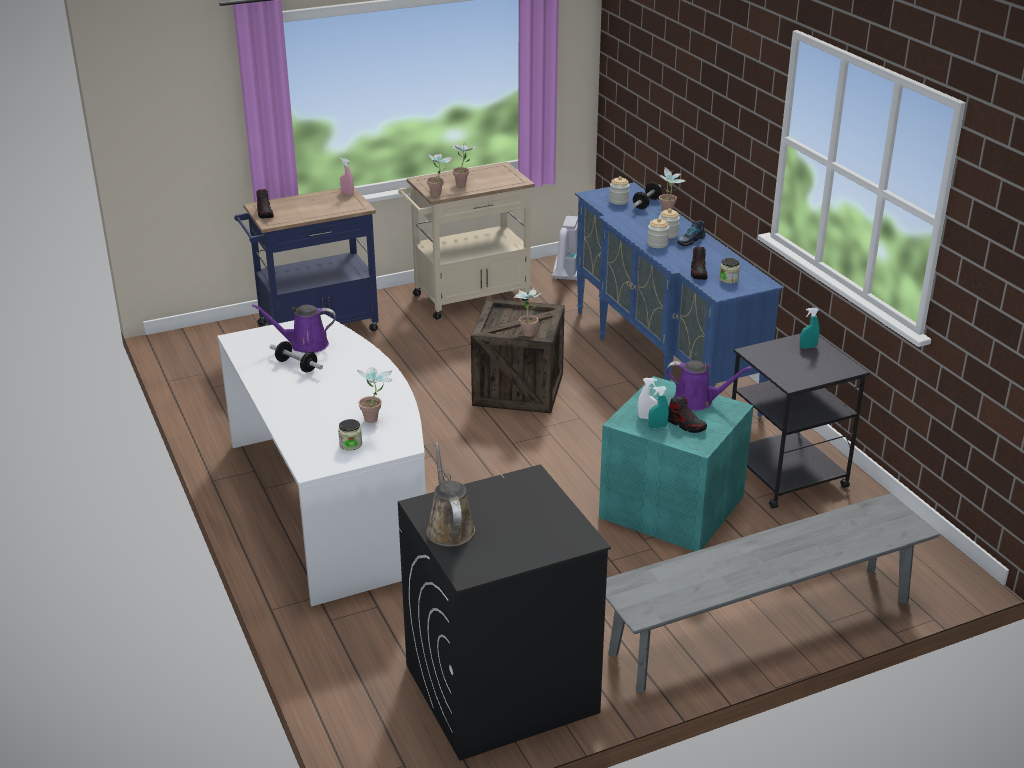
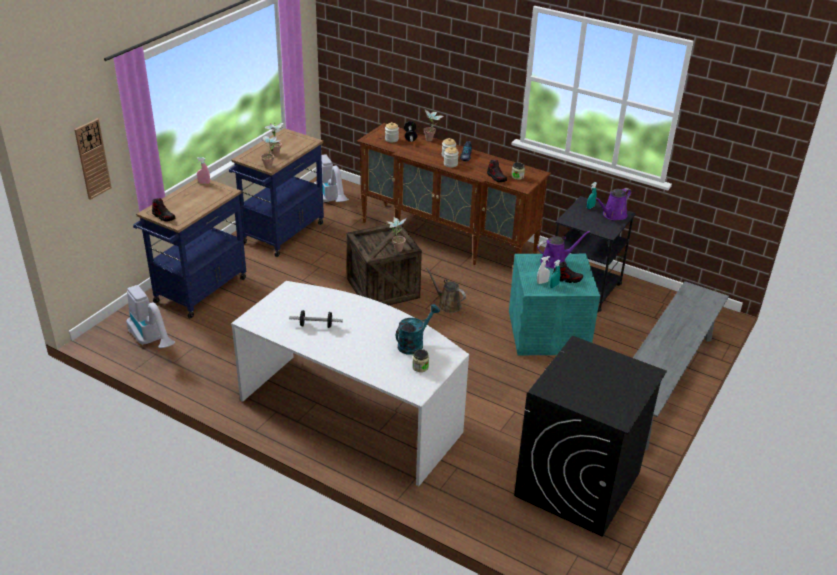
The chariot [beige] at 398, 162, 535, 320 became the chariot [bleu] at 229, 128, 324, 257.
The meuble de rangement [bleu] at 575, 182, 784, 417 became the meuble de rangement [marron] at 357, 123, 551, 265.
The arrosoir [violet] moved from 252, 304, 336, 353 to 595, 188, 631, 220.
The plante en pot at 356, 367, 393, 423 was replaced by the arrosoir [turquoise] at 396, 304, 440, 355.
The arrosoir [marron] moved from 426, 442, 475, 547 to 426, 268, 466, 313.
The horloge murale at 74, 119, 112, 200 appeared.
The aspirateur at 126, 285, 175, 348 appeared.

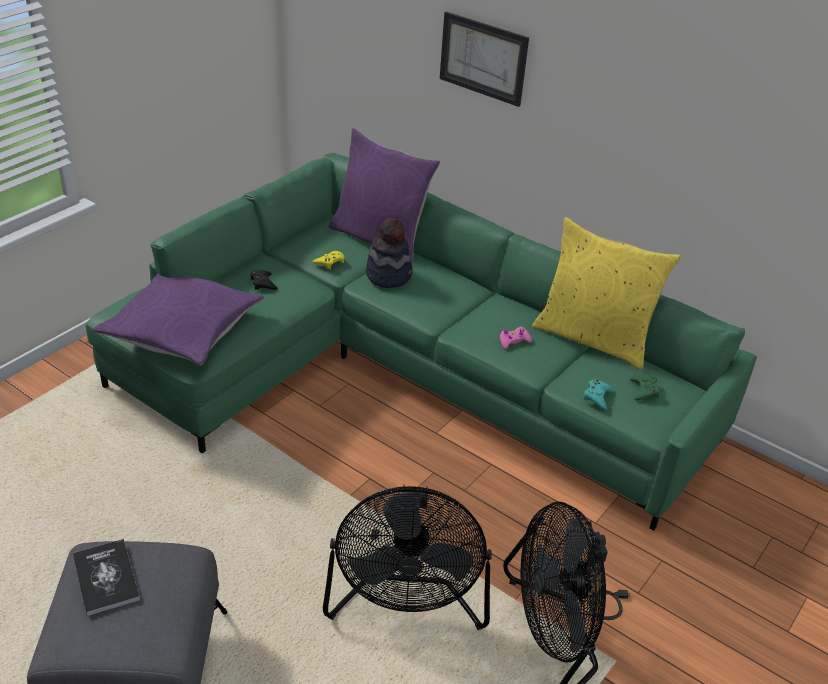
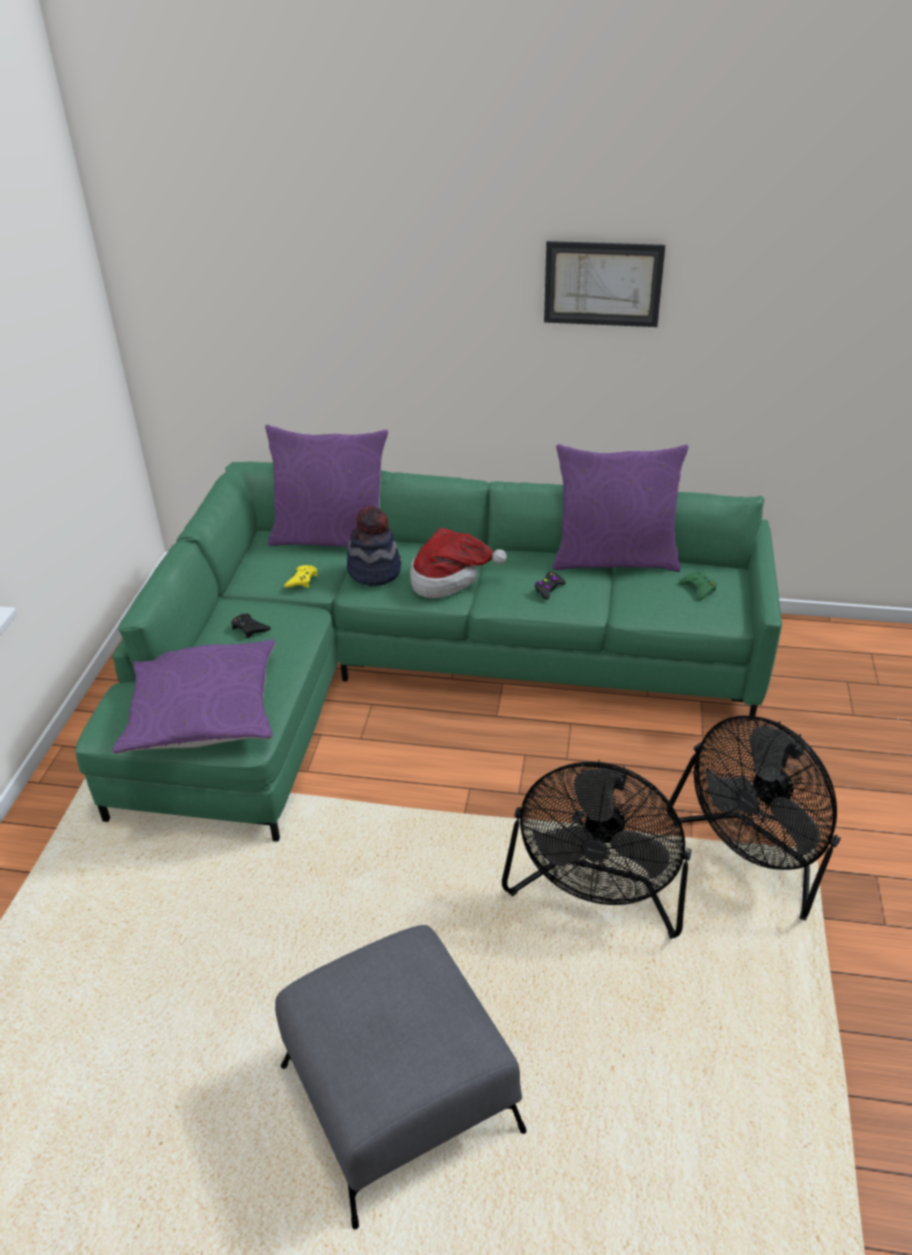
The tableau moved from 440, 12, 529, 107 to 544, 241, 665, 327.
The coussin [jaune] at 532, 217, 681, 370 became the coussin [violet] at 553, 444, 688, 572.
The manette [rose] at 500, 327, 532, 349 became the manette [noir] at 534, 572, 566, 600.
The manette [turquoise] at 583, 380, 614, 410 disappeared.
The ventilateur [noir] at 323, 485, 492, 630 turned 45 degrees clockwise.
The livre at 73, 539, 140, 616 disappeared.
The chapeau at 410, 528, 507, 599 appeared.

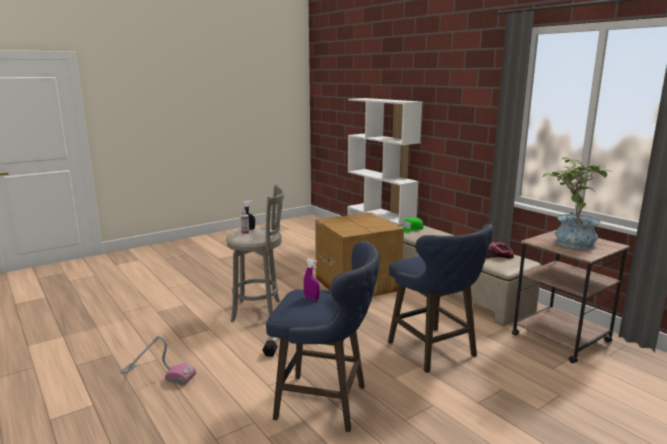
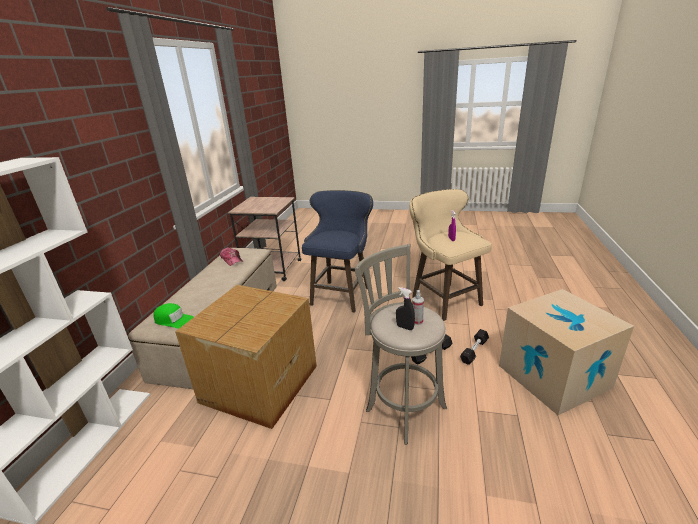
The plante en pot at 543, 157, 612, 249 disappeared.
The tabouret [bleu] at 266, 241, 380, 432 became the tabouret [beige] at 409, 189, 492, 321.
The aspirateur at 120, 336, 196, 386 was replaced by the carton at 499, 289, 634, 415.
The haltère [noir] at 460, 329, 489, 365 appeared.

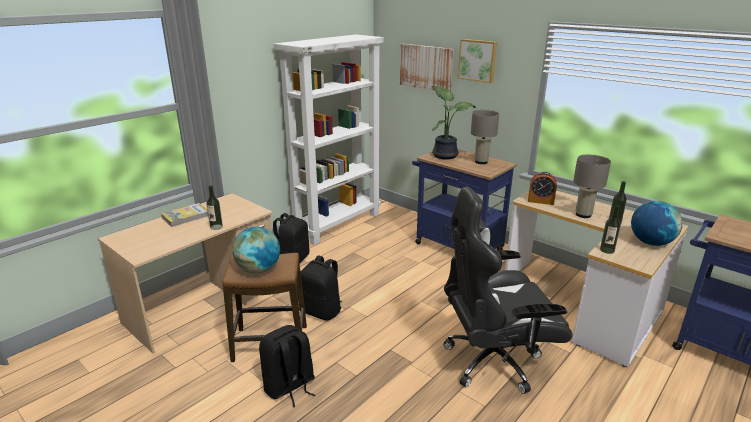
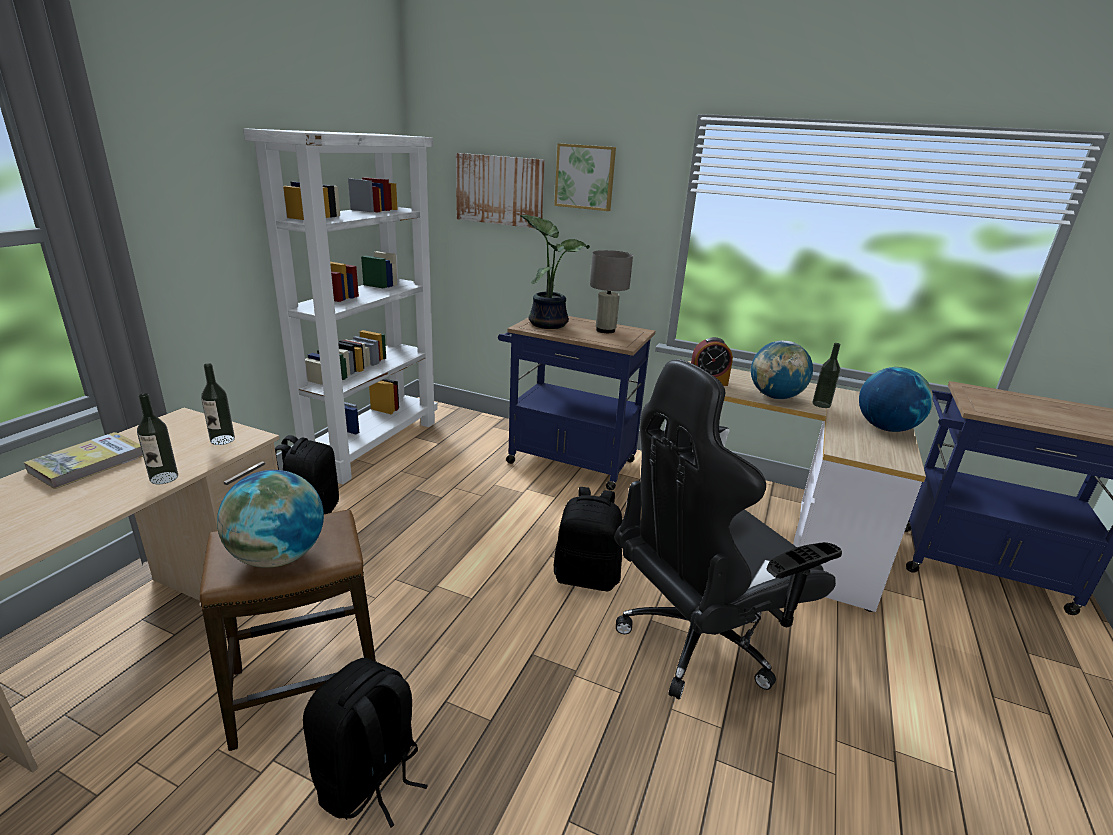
The lampe de table [gris] at 573, 154, 611, 218 was replaced by the globe at 751, 340, 813, 399.
The bouteille moved from 600, 205, 620, 254 to 201, 363, 235, 445.
The sac à dos [noir] moved from 301, 256, 342, 321 to 554, 487, 623, 591.

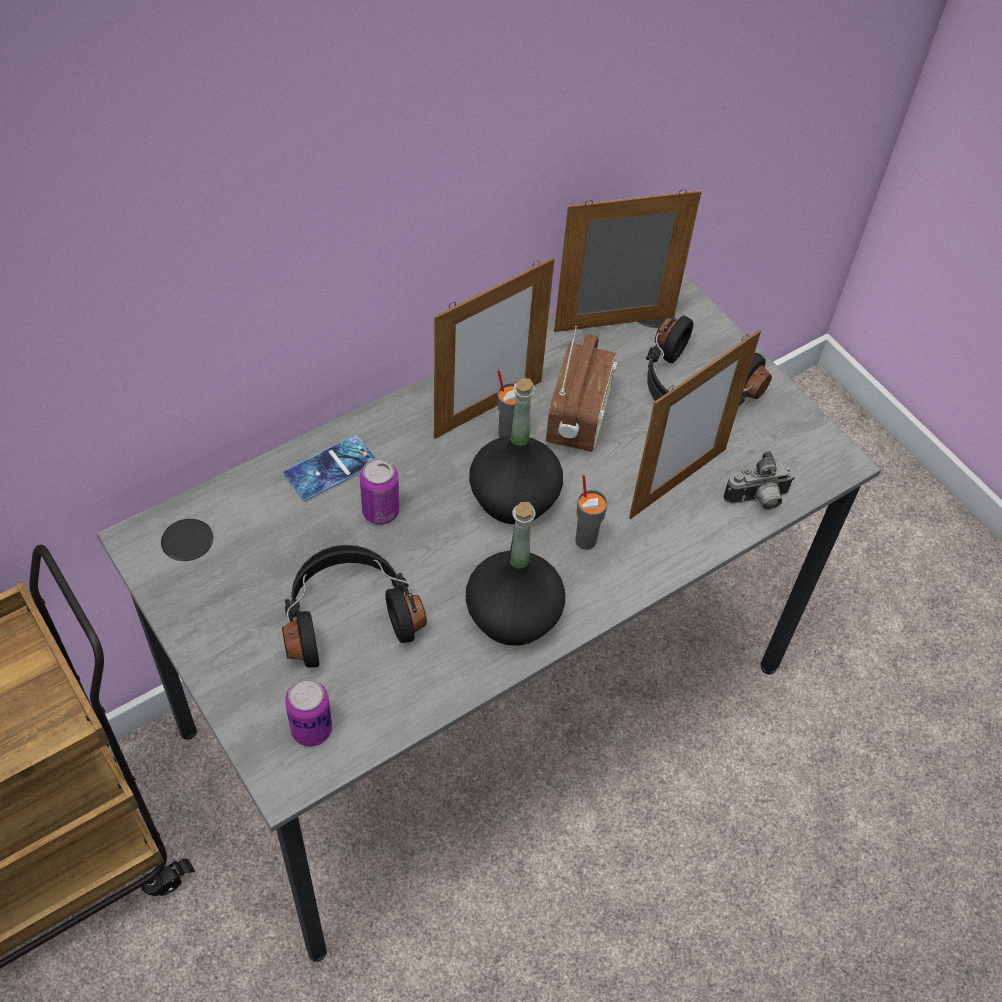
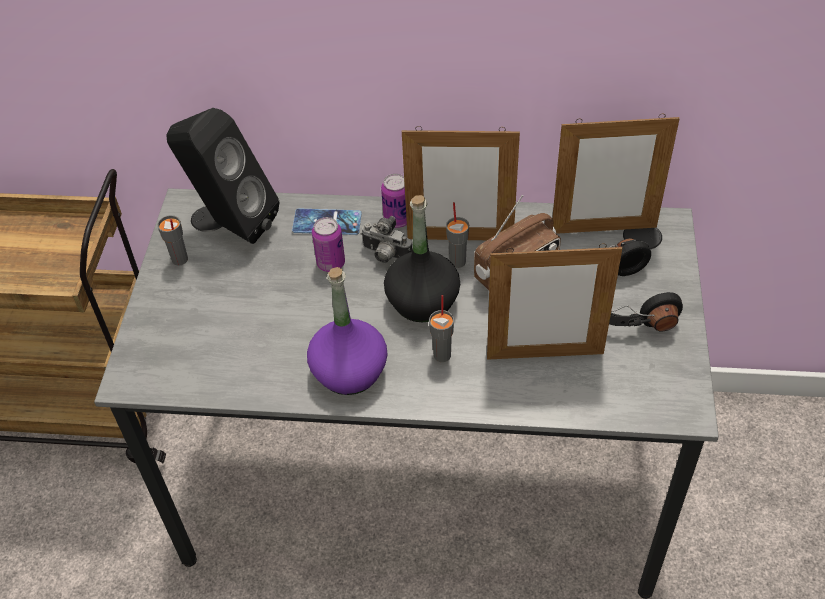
The cadre photo at 554, 189, 701, 332 turned 150 degrees clockwise.
The appareil photo moved from 723, 451, 795, 510 to 360, 216, 412, 263.
The bouteille [noir] at 466, 502, 565, 646 became the bouteille [violet] at 307, 267, 388, 395.
The casque audio [noir] at 282, 545, 427, 668 disappeared.
The boîte métallique moved from 285, 678, 332, 747 to 381, 174, 407, 228.
The enceinte [noir] at 166, 108, 279, 244 appeared.
The tasse [gris] at 157, 215, 188, 266 appeared.

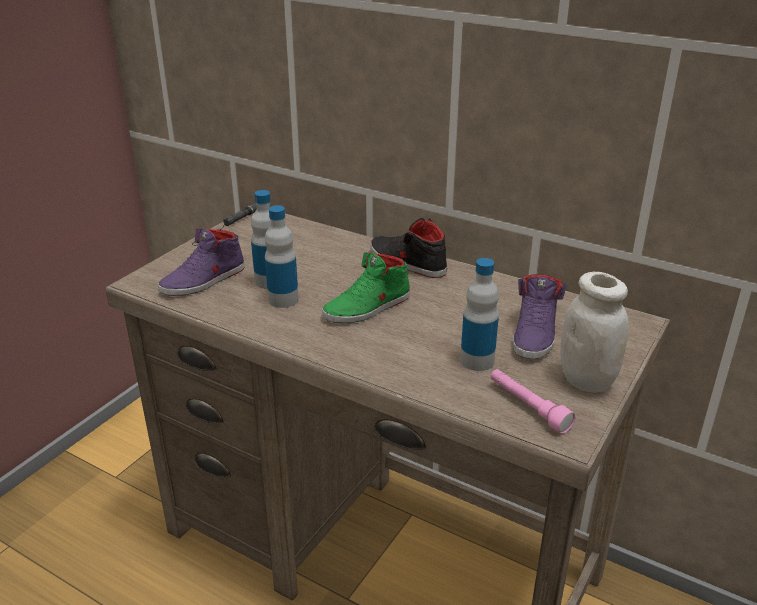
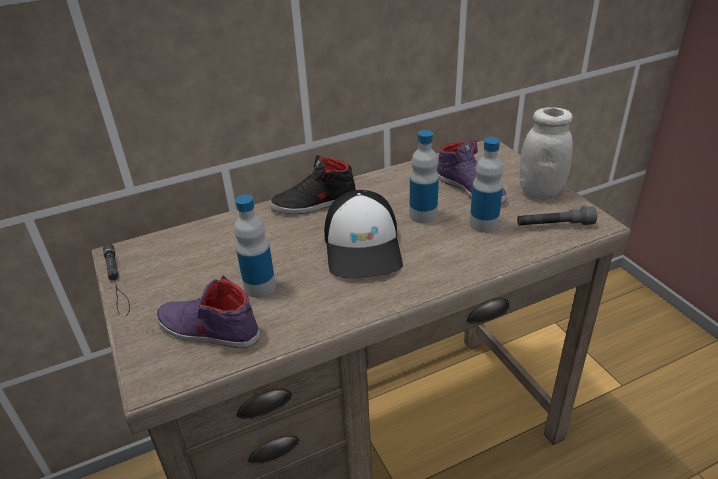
The bouteille moved from 265, 205, 299, 308 to 409, 130, 439, 224.
The chaussure [violet] at 158, 228, 245, 296 turned 120 degrees clockwise.
The chaussure [vert] at 322, 252, 410, 323 was replaced by the casquette at 324, 190, 403, 278.
The lampe de poche [rose] at 491, 369, 575, 433 became the lampe de poche [gris] at 517, 206, 597, 225.

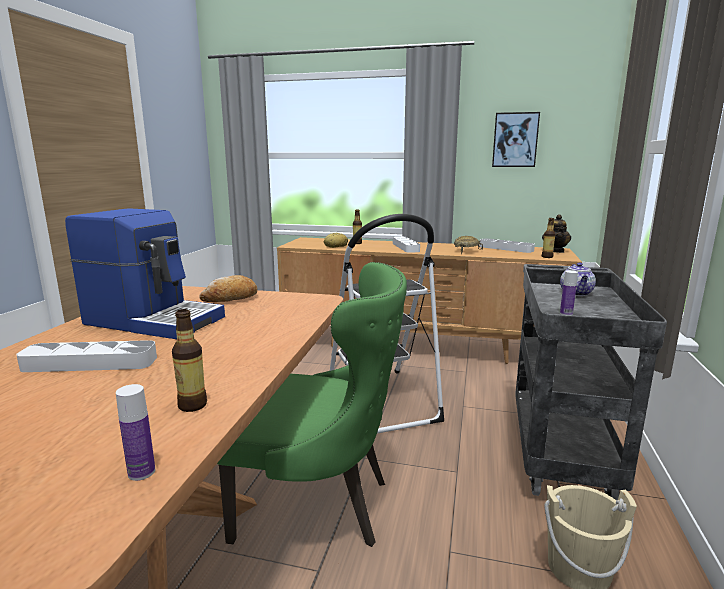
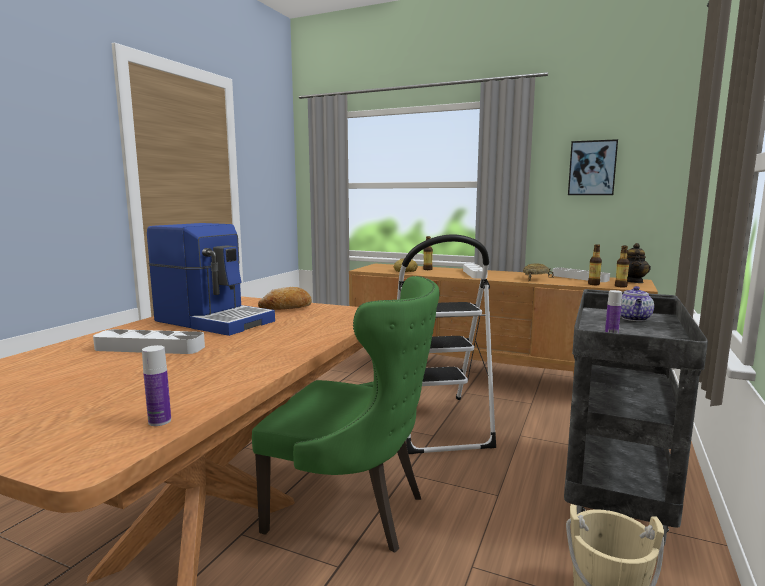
The bouteille moved from 172, 309, 207, 412 to 588, 244, 602, 285.

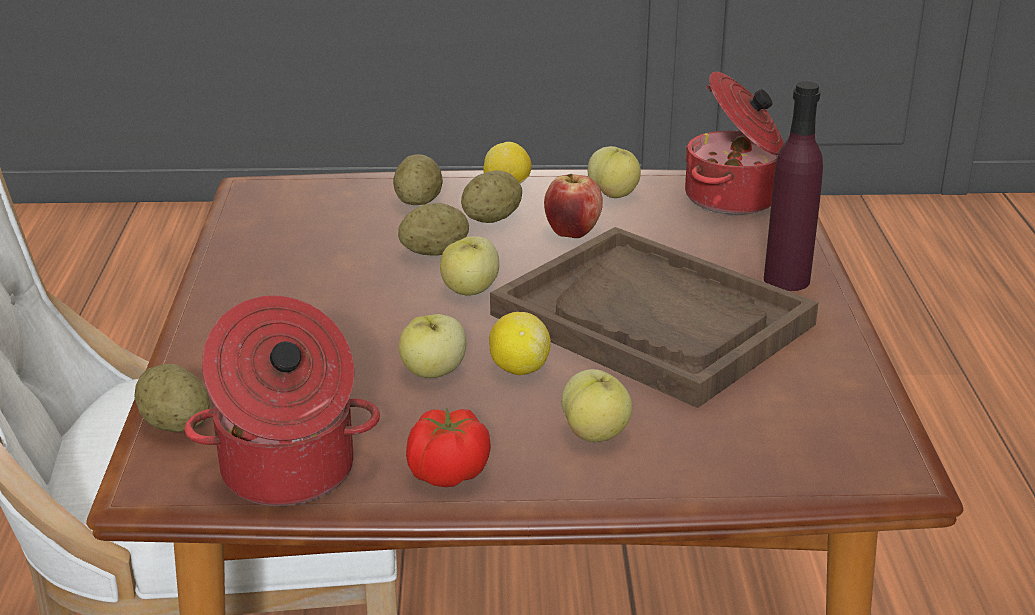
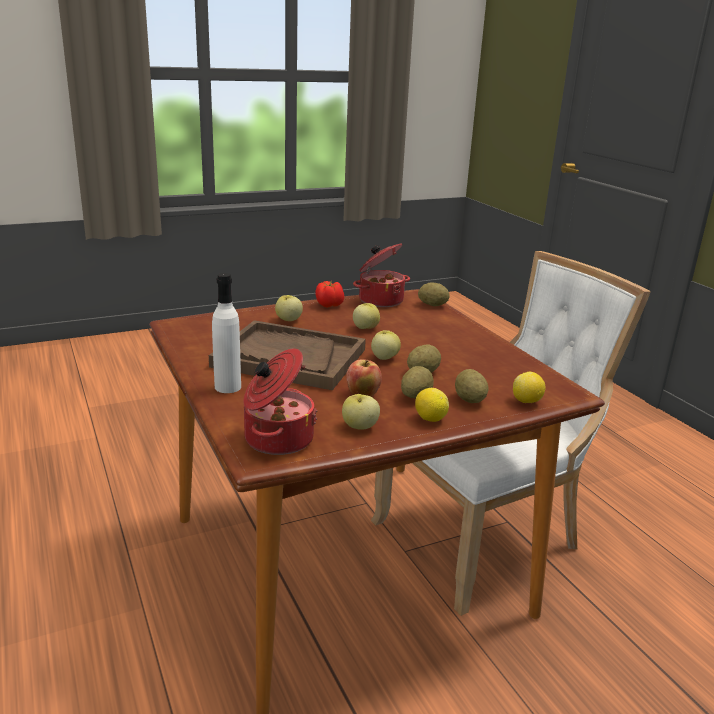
The bouteille [violet] at 764, 81, 823, 291 became the bouteille [blanc] at 212, 273, 241, 393.
The citron moved from 489, 312, 551, 375 to 513, 372, 546, 403.

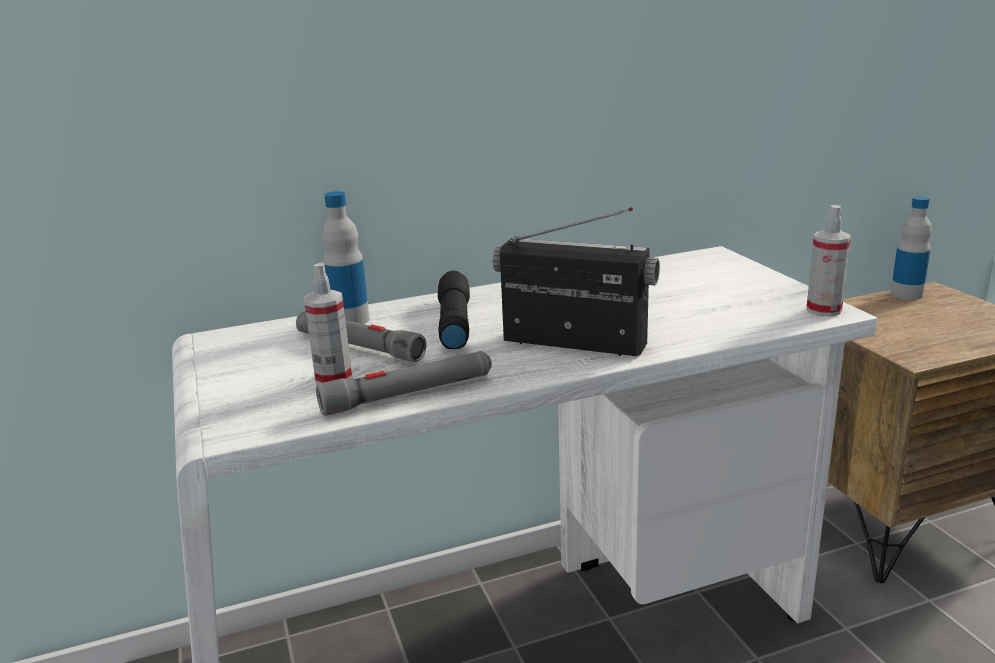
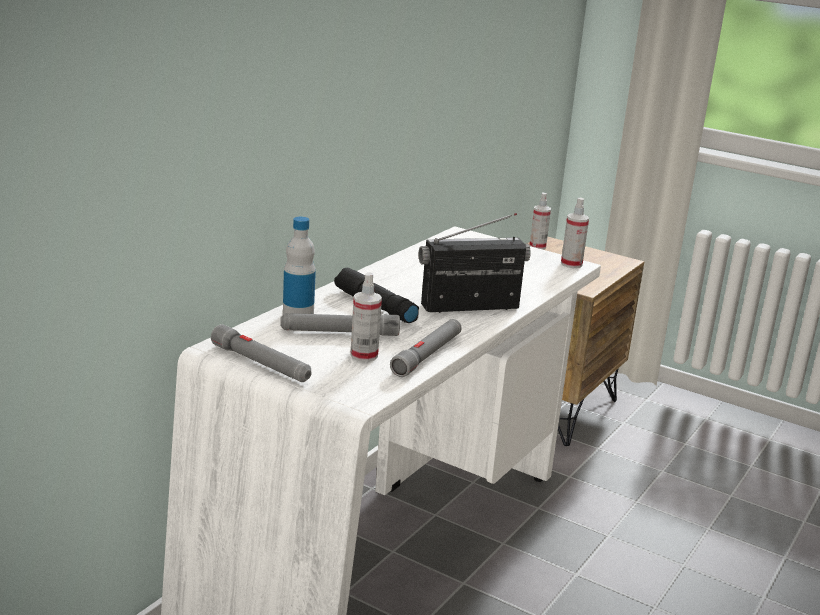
The bouteille at 891, 196, 932, 300 was replaced by the vaporisateur at 529, 192, 551, 250.
The lampe de poche [gris] at 211, 324, 311, 382 appeared.

